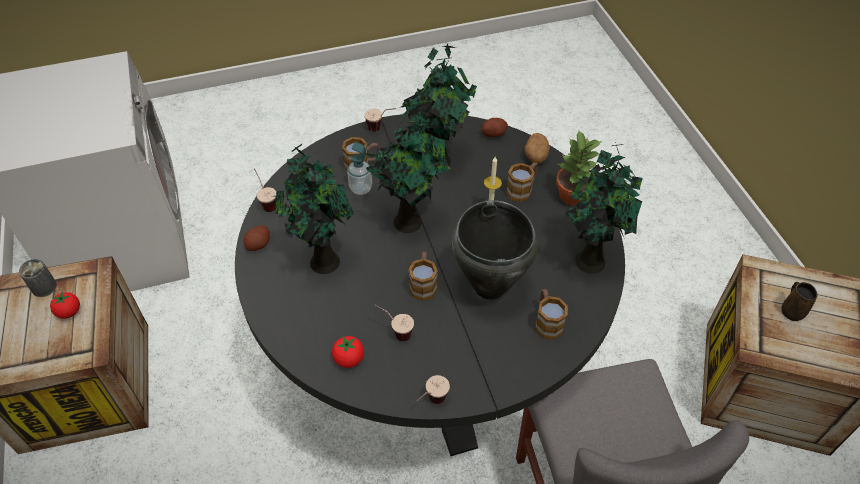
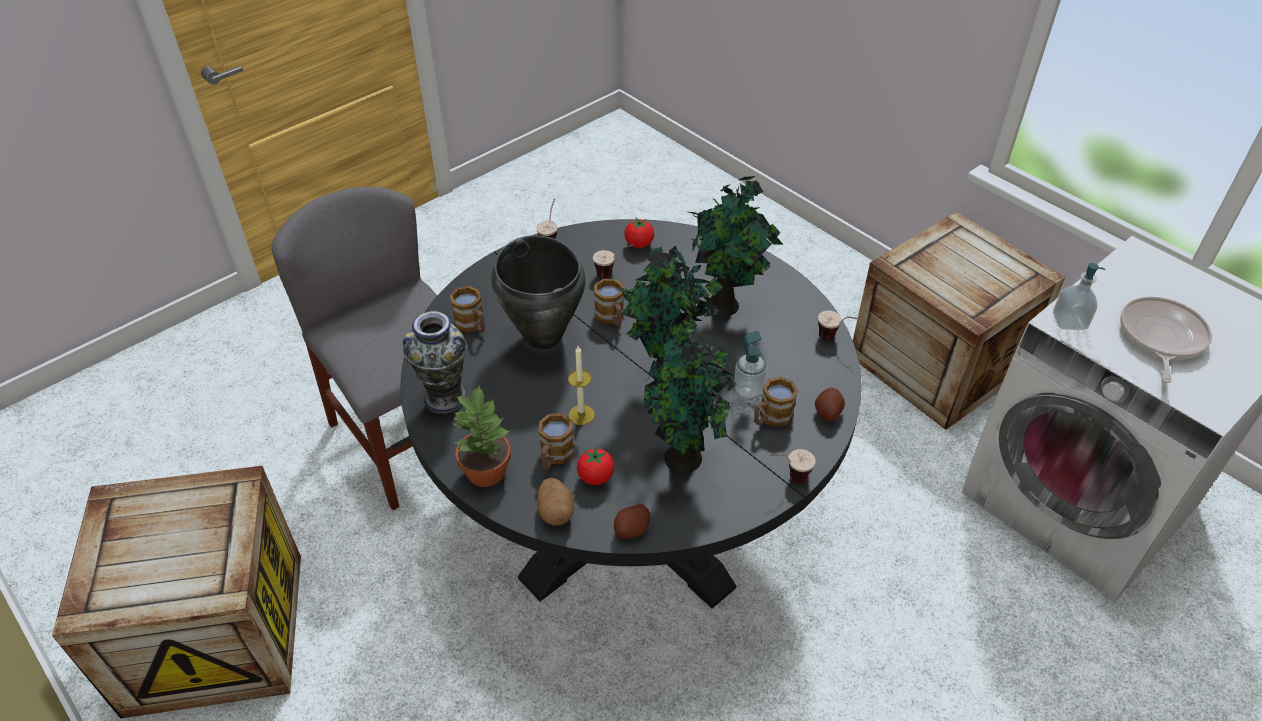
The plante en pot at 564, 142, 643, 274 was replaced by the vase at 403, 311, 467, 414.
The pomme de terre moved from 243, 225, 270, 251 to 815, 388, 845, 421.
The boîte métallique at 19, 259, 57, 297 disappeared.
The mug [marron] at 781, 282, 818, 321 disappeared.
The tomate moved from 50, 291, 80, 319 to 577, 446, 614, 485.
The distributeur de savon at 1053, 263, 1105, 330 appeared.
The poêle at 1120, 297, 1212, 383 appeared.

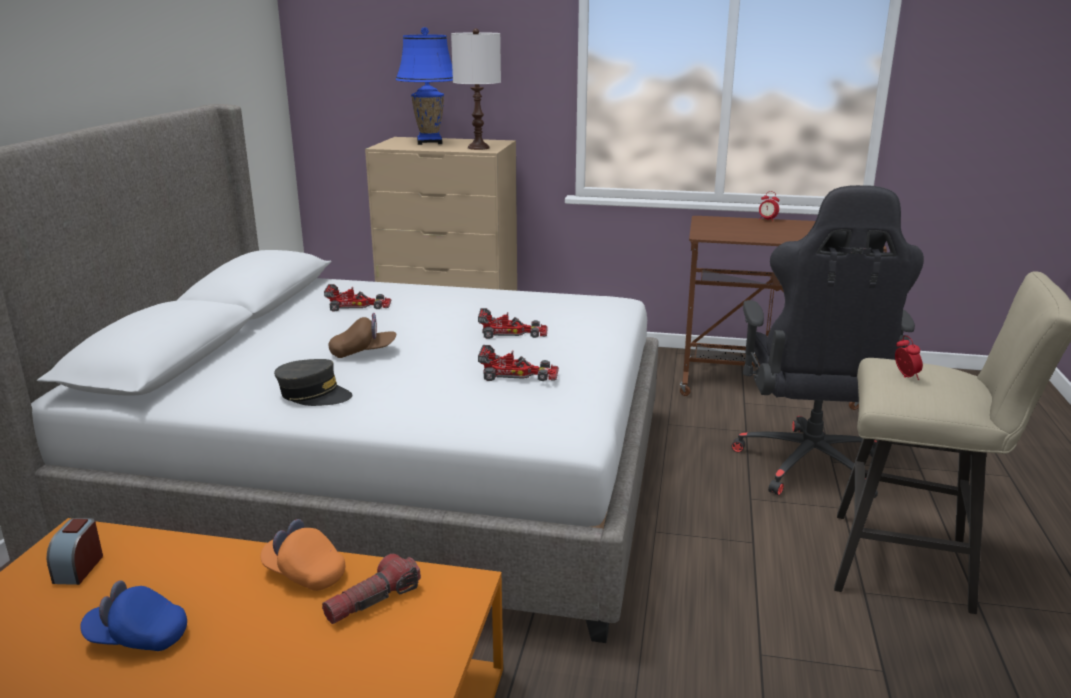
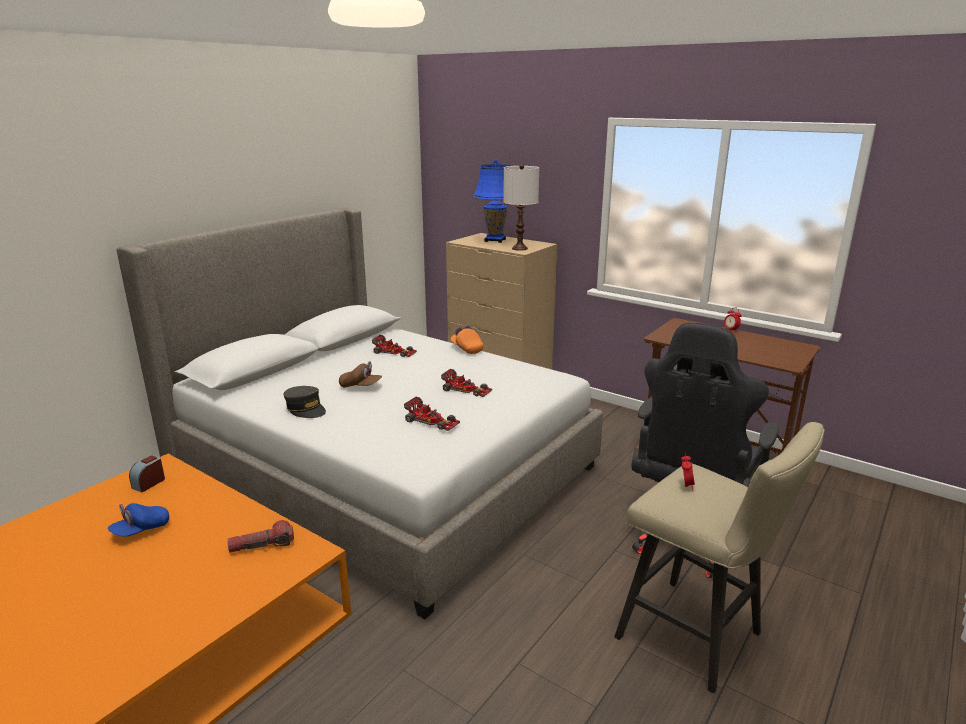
The casquette [orange] moved from 260, 519, 345, 591 to 451, 325, 484, 354.
The casquette [bleu] at 80, 580, 187, 651 turned 75 degrees counterclockwise.

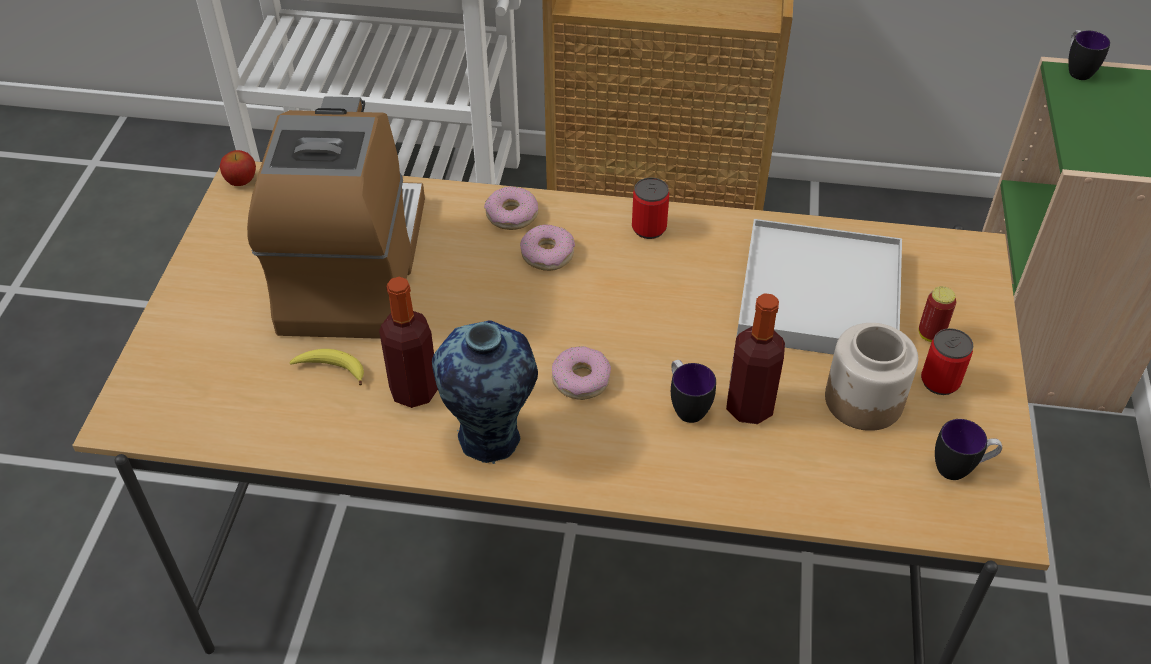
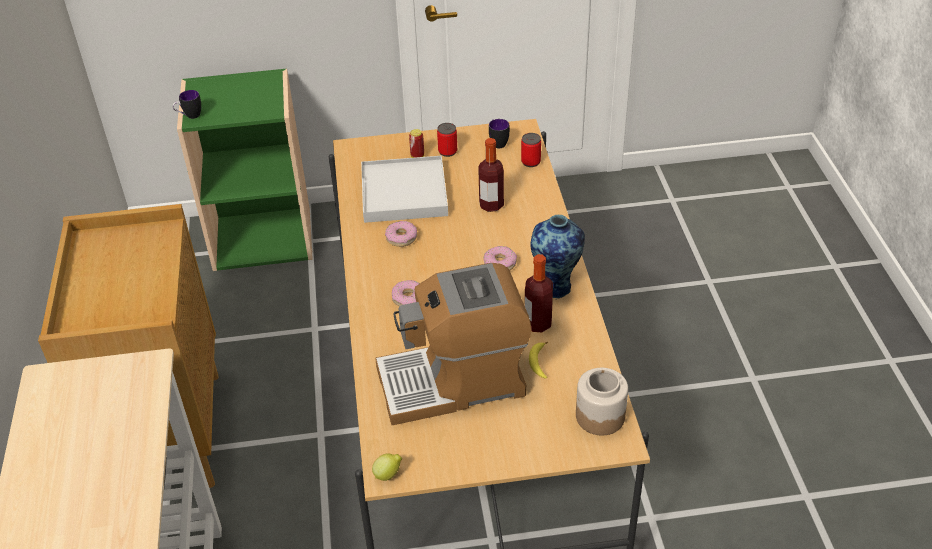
The pomme at 220, 150, 256, 186 was replaced by the citron at 372, 453, 402, 481.
The boîte métallique moved from 632, 178, 669, 239 to 521, 133, 541, 167.
The beignet moved from 484, 186, 538, 230 to 385, 221, 417, 247.
The bocal moved from 825, 323, 918, 431 to 576, 368, 628, 435.
The mug at 671, 360, 716, 423 disappeared.

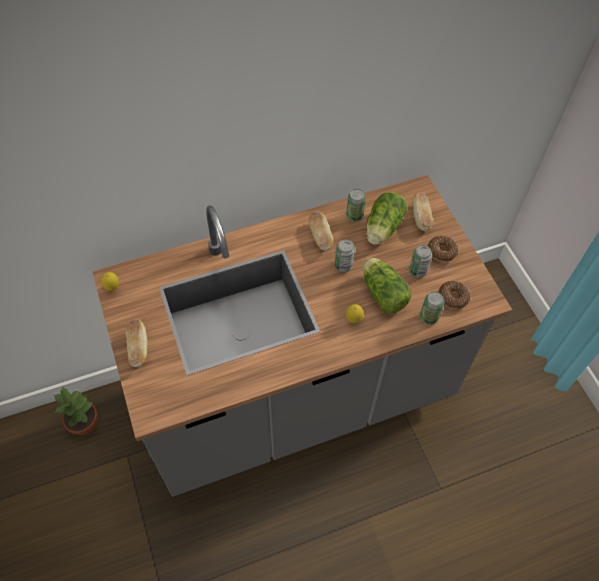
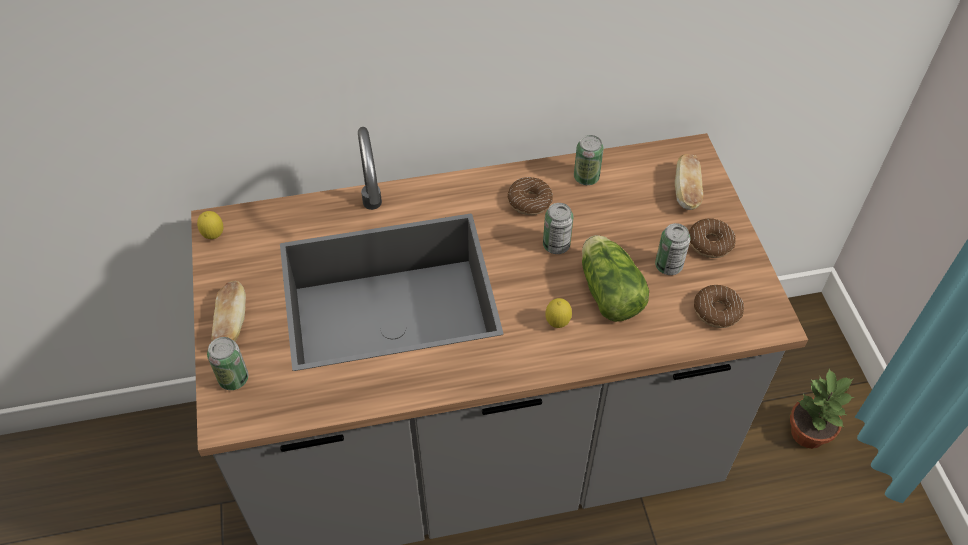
The laitue at 366, 192, 408, 245 disappeared.
The pain at 309, 211, 333, 251 was replaced by the beignet at 508, 177, 553, 215.
The boîte métallique moved from 420, 291, 445, 324 to 207, 337, 249, 390.
The plante en pot moved from 54, 387, 98, 435 to 790, 369, 854, 449.

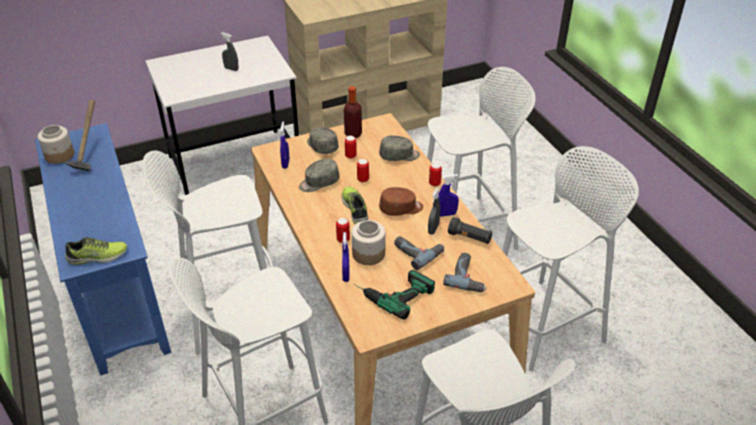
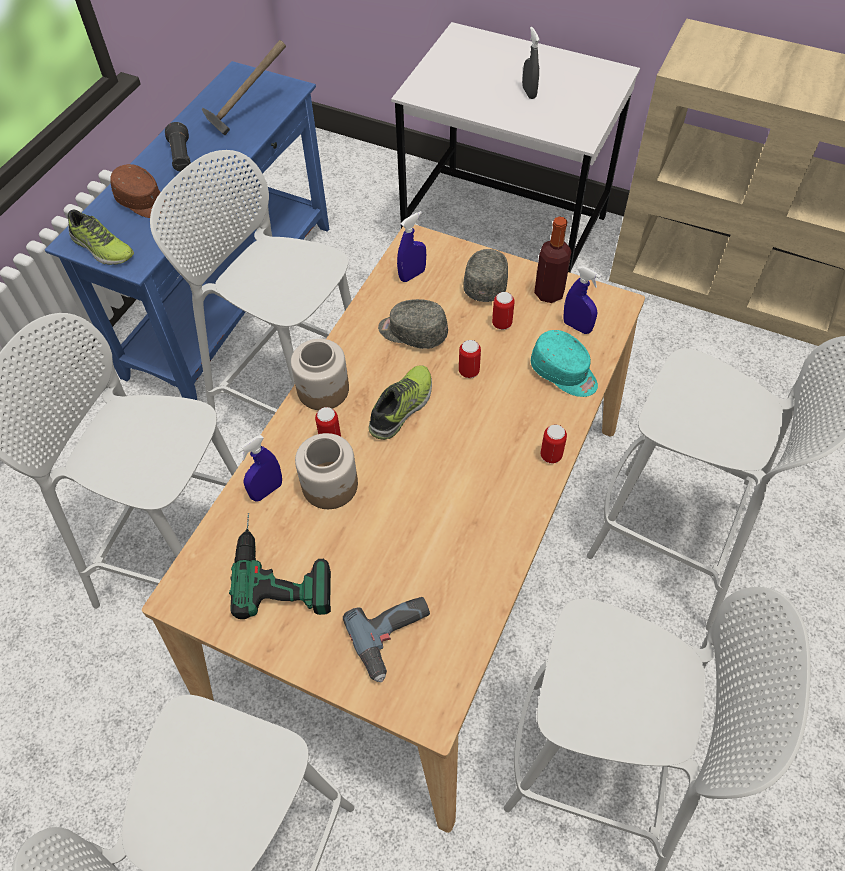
The bocal moved from 38, 125, 74, 164 to 291, 339, 349, 410.
The casquette [gris] at 379, 135, 420, 161 became the casquette [turquoise] at 531, 330, 598, 397.
The vaporisateur [bleu] moved from 438, 174, 459, 217 to 563, 266, 601, 334.
The casquette [marron] moved from 379, 187, 423, 216 to 110, 164, 165, 218.
The vaporisateur [gris] at 428, 187, 440, 235 disappeared.
The lampe de poche [noir] moved from 448, 217, 492, 244 to 165, 122, 191, 172.
The perceuse at 394, 236, 444, 270 disappeared.

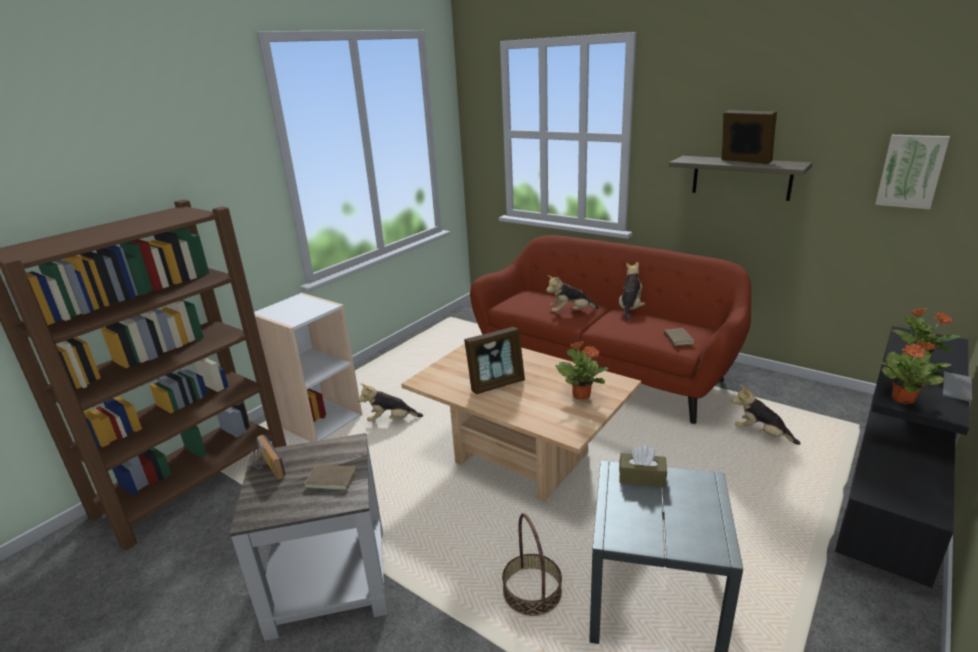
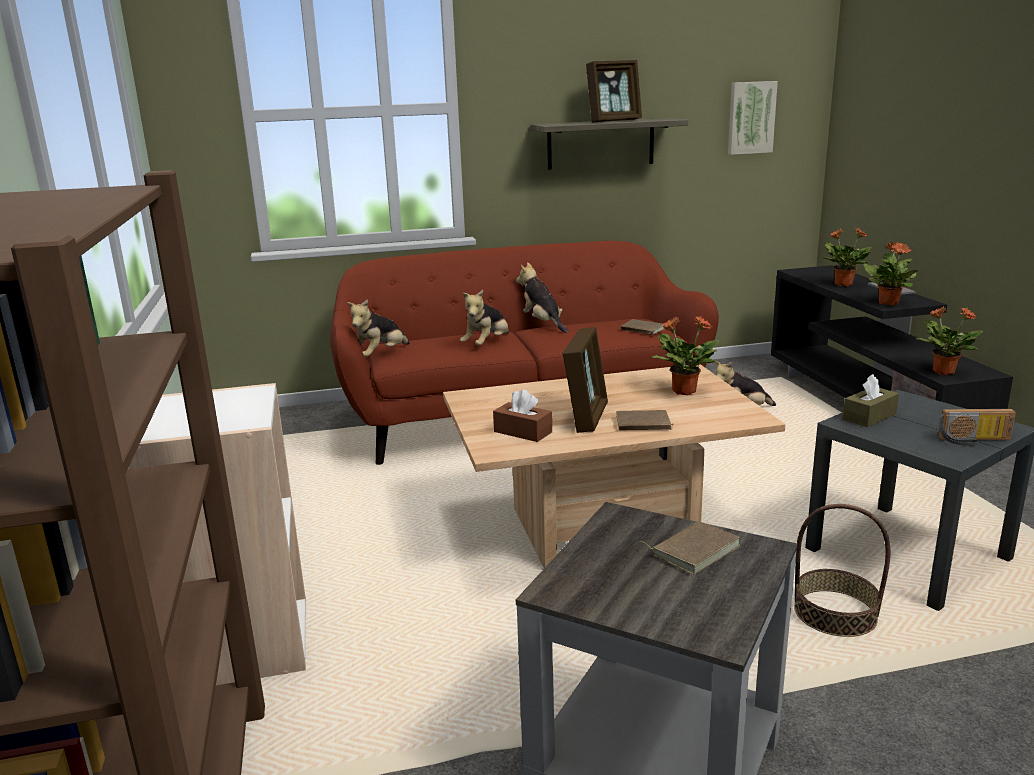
The cadre photo at 722, 110, 777, 164 turned 150 degrees clockwise.
The peluche moved from 358, 383, 423, 421 to 347, 300, 410, 357.
The radio moved from 253, 435, 286, 479 to 938, 409, 1016, 446.
The plante en pot at 915, 306, 983, 375 appeared.
The boîte à mouchoirs [marron] at 493, 389, 552, 442 appeared.
The livre [marron] at 616, 410, 673, 430 appeared.

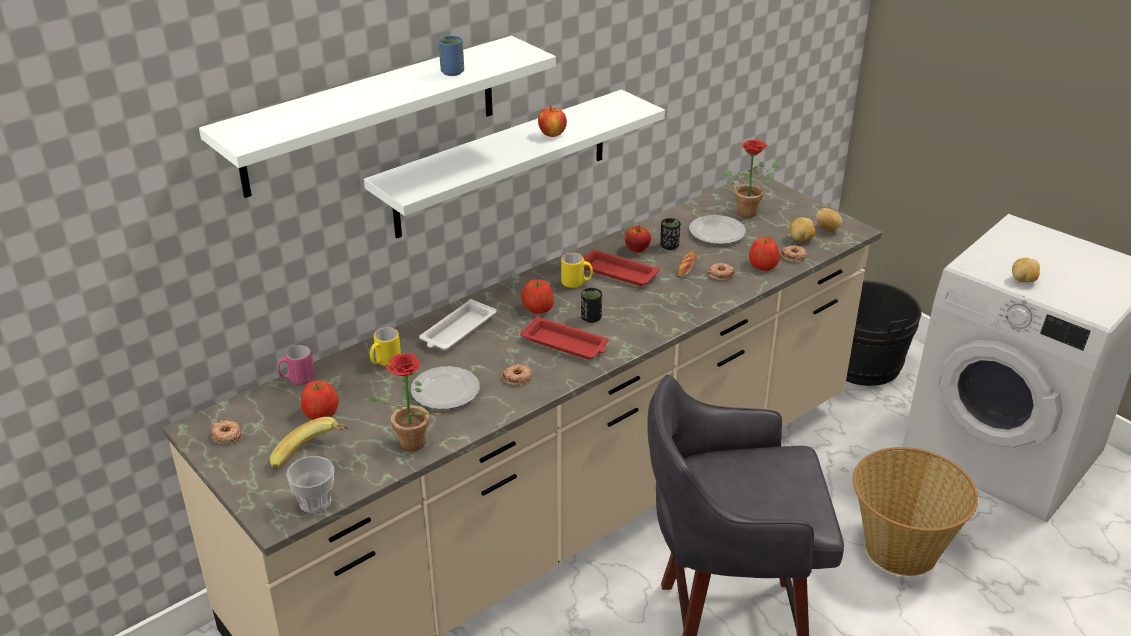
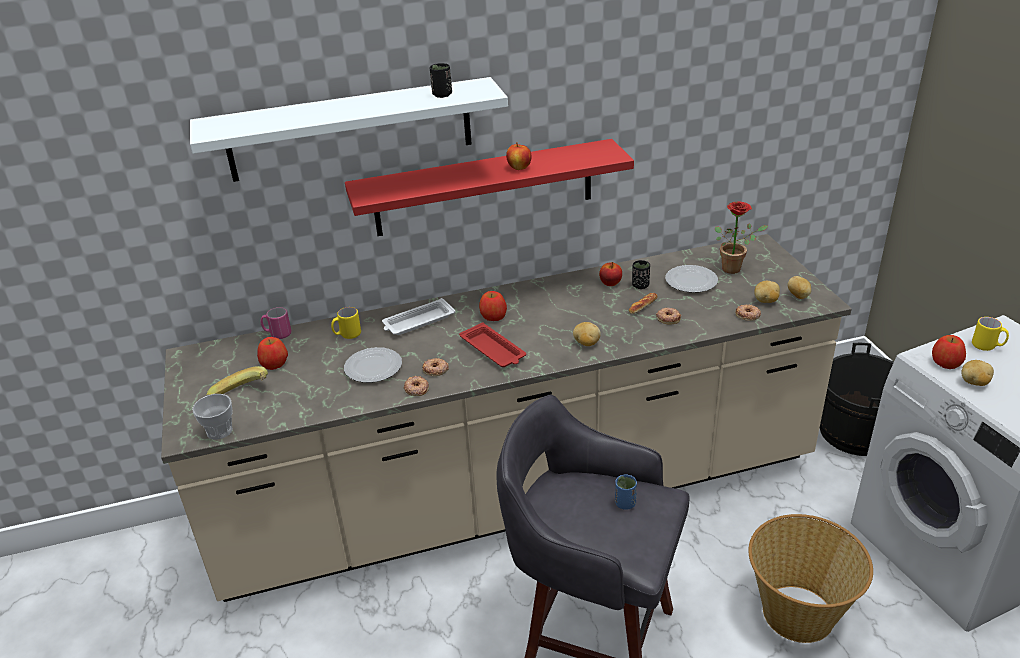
The tasse [bleu] moved from 439, 36, 464, 76 to 615, 475, 637, 510.
The étagère [blanc] at 364, 89, 665, 238 became the étagère [rouge] at 345, 139, 634, 236.
The pomme moved from 749, 237, 780, 271 to 932, 335, 966, 369.
The plateau [rouge] at 583, 250, 659, 286 disappeared.
The mug [jaune] moved from 561, 253, 593, 288 to 972, 317, 1009, 351.
The tasse [noir] moved from 581, 288, 602, 323 to 430, 63, 452, 98.
The plante en pot at 364, 353, 443, 451 disappeared.
The beignet moved from 211, 419, 242, 444 to 404, 376, 429, 396.
The pomme de terre at 573, 322, 601, 346 appeared.

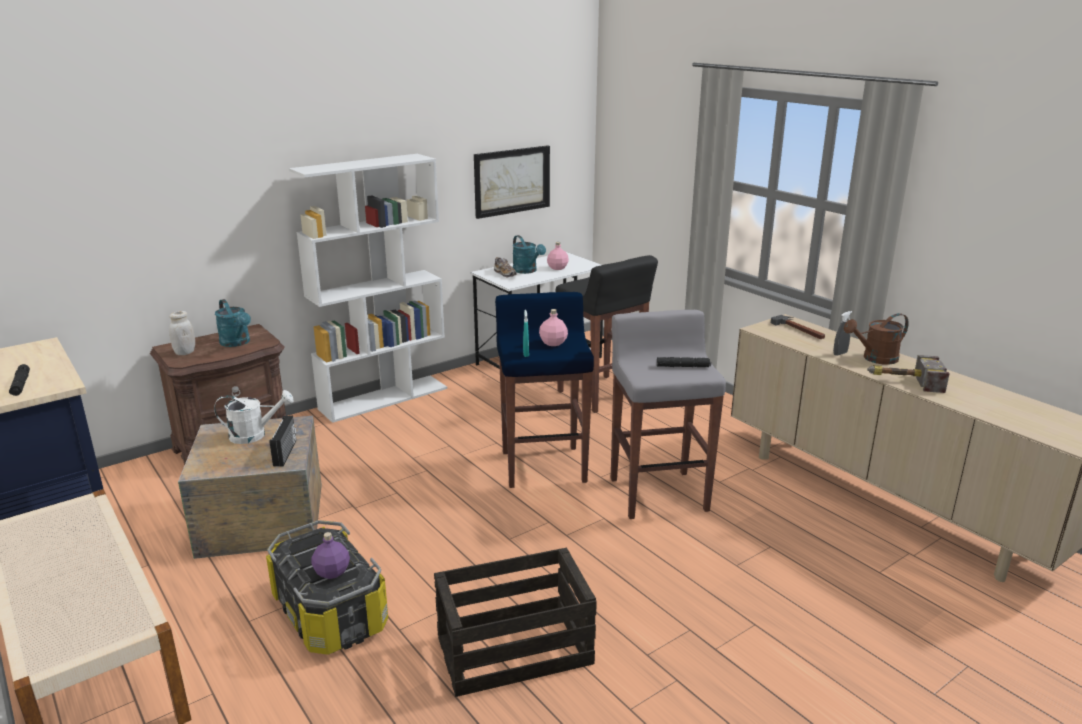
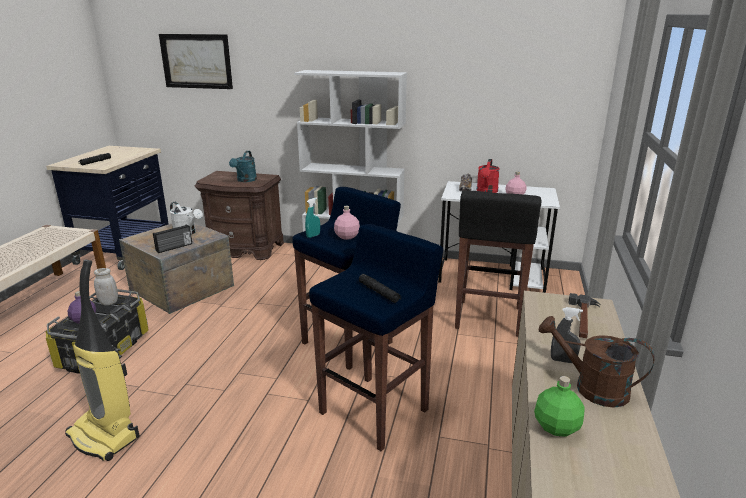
The tableau moved from 474, 145, 550, 219 to 159, 34, 233, 89.
The arrosoir [turquoise] at 513, 235, 546, 274 became the arrosoir [rouge] at 477, 159, 500, 193.
The tabouret [gris] at 611, 310, 726, 519 became the tabouret [bleu] at 309, 224, 443, 451.
The bocal [blanc] moved from 169, 311, 195, 355 to 94, 268, 118, 305.
The marteau at 867, 355, 950, 393 was replaced by the bouteille [vert] at 534, 376, 585, 437.
The caisse at 434, 548, 597, 697 was replaced by the aspirateur at 65, 260, 140, 461.

